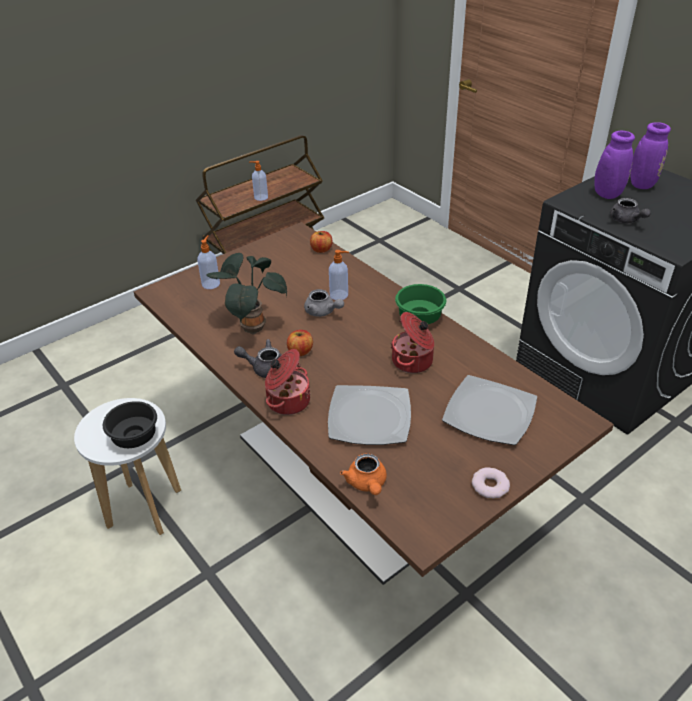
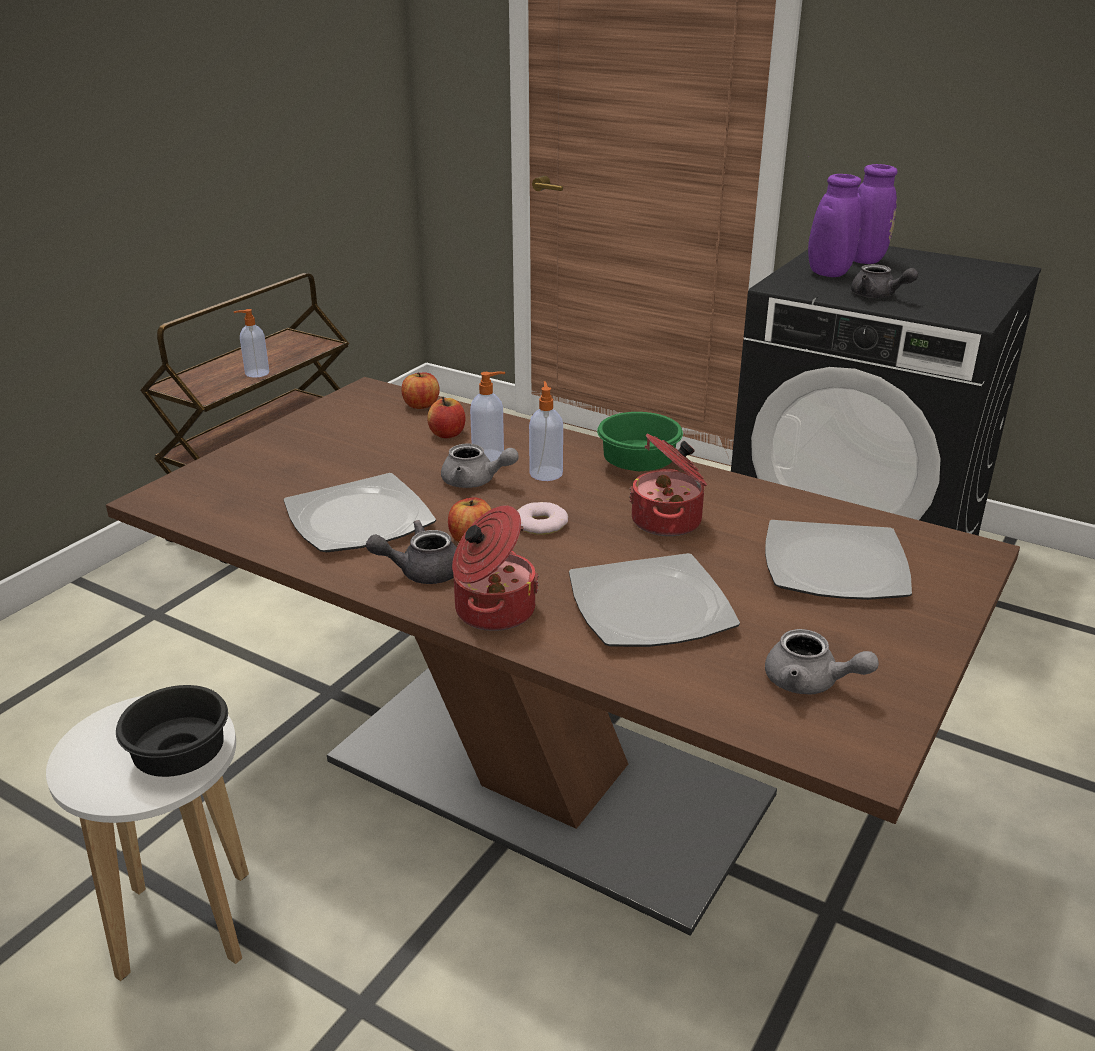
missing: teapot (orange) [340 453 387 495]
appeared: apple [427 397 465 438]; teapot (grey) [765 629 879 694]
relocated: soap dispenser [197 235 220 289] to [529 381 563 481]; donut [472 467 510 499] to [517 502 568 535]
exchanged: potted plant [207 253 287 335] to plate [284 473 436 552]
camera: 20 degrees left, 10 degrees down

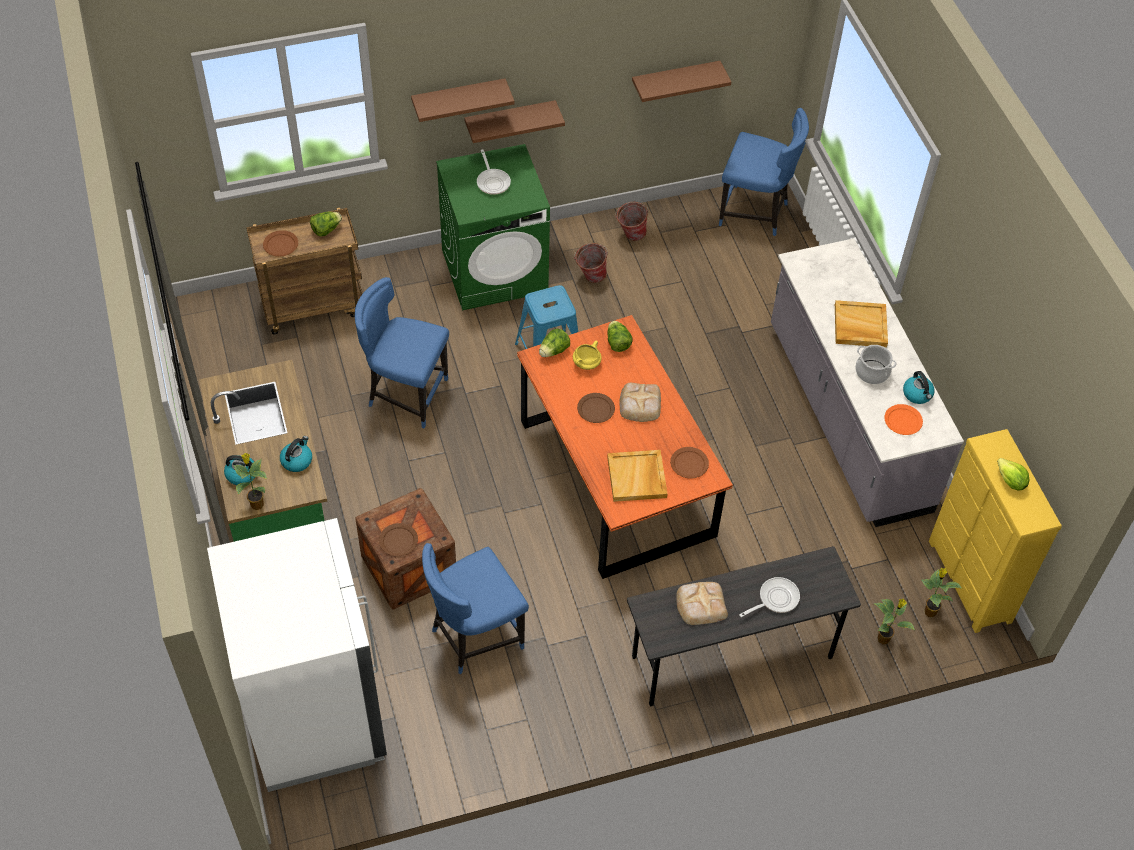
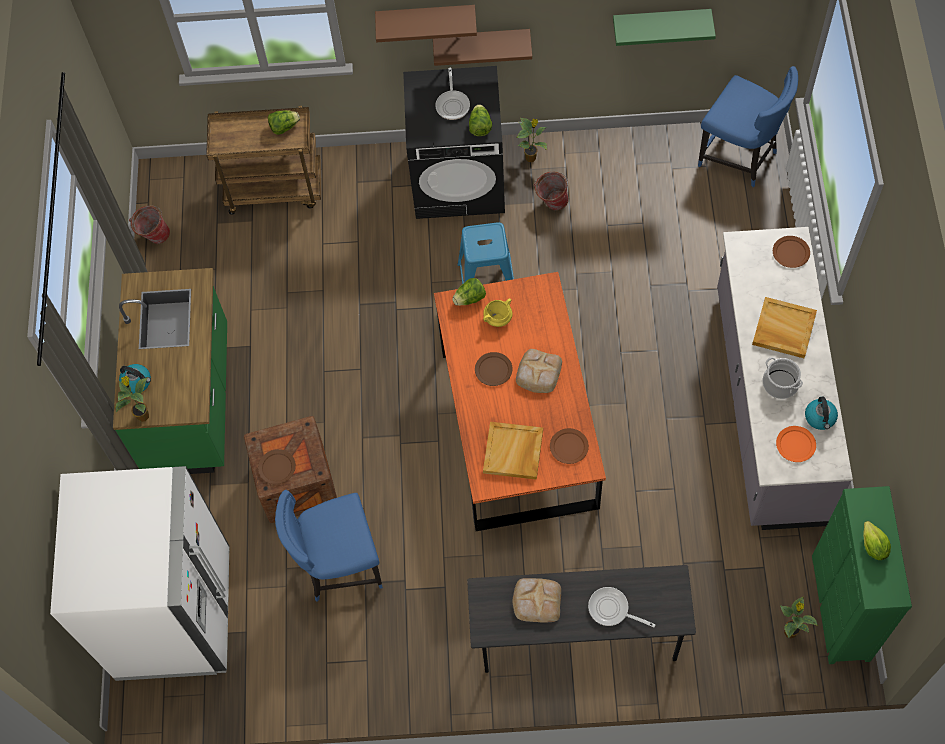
missing: chair (blue) [355 277 449 428]; kettle [280 436 312 472]
relocated: bucket [615 202 648 241] to [129 205 170 244]; plate (brown) [263 230 298 256] to [773 236 810 268]; lettuce [607 321 633 352] to [469 104 492 136]; potted plant [874 599 916 644] to [516 118 547 162]
colour: shelf (brown) [632 61 731 102] to shelf (green) [613 9 716 46]; washing machine (green) [436 144 550 310] to washing machine (black) [403 66 505 219]; dresser (yellow) [929 429 1062 633] to dresser (green) [812 486 912 664]
spun: frying pan [739 577 800 617] = [588 587 656 627] 135 degrees counterclockwise
camera: 20 degrees right, 10 degrees up

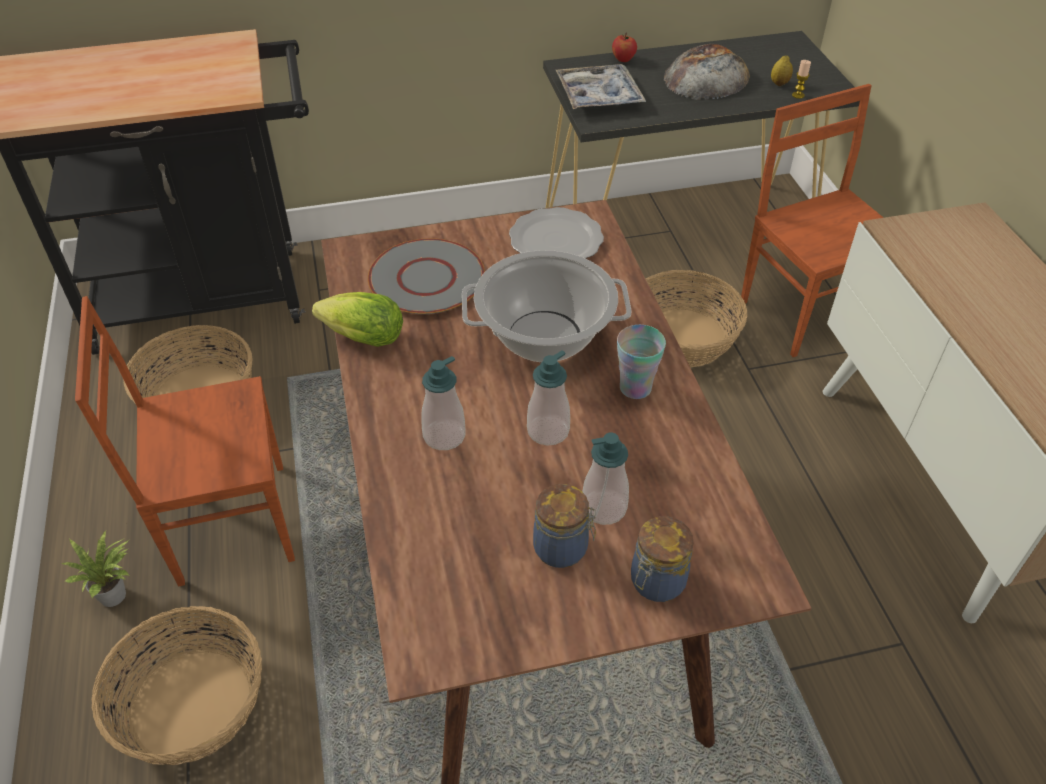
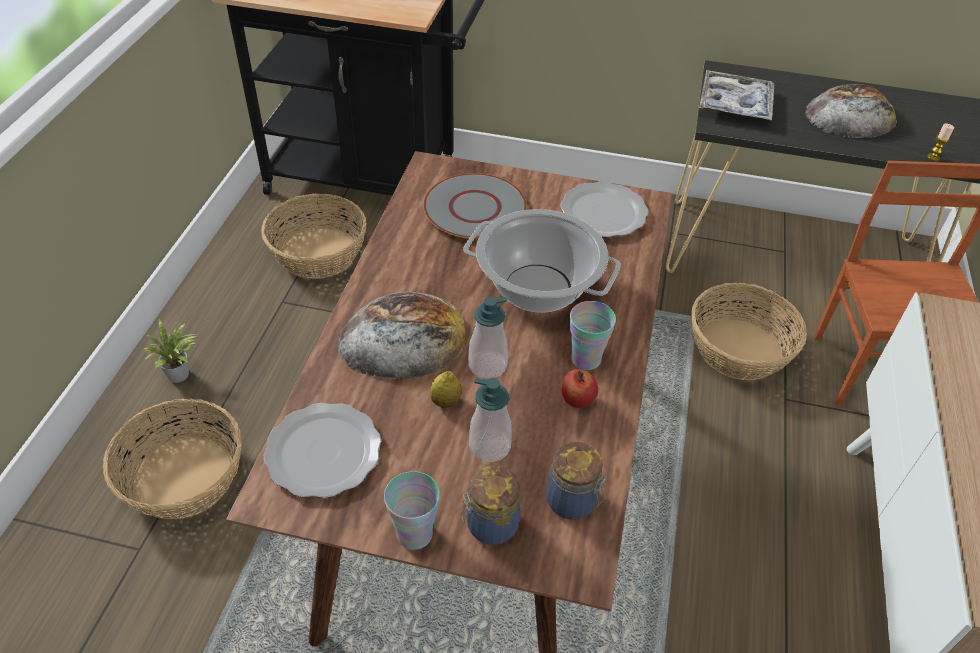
missing: lettuce [312 292 403 347]; chair (brown) [75 296 295 586]
appeared: plate [264 403 381 498]; cup [384 471 440 550]
relocated: apple [612 33 637 62] to [561 369 598 408]; lemon [771 55 793 86] to [430 371 462 408]; jar [533 484 596 568] to [546 442 606 520]
exchanged: soap dispenser [421 356 465 450] to bread [338 292 466 379]
camera: 25 degrees right, 0 degrees up

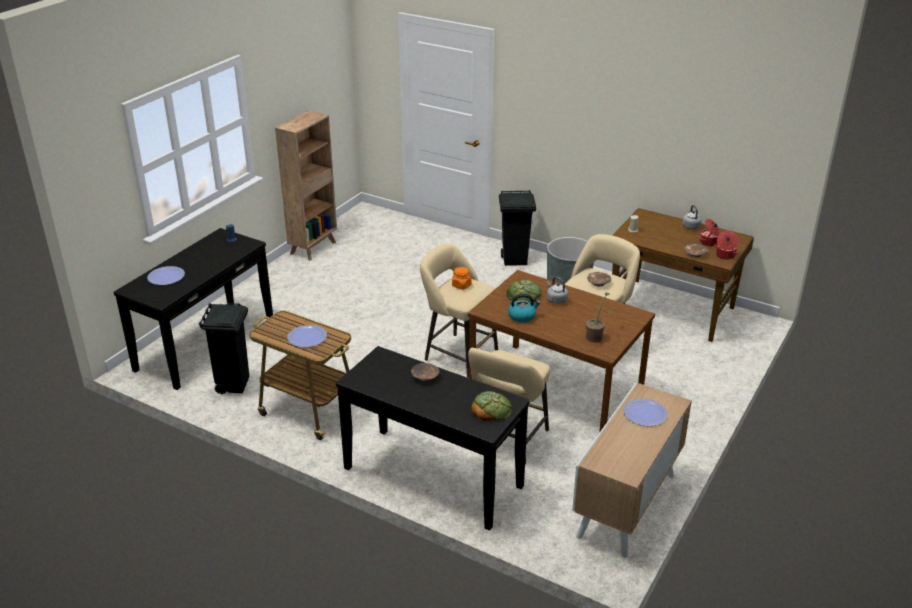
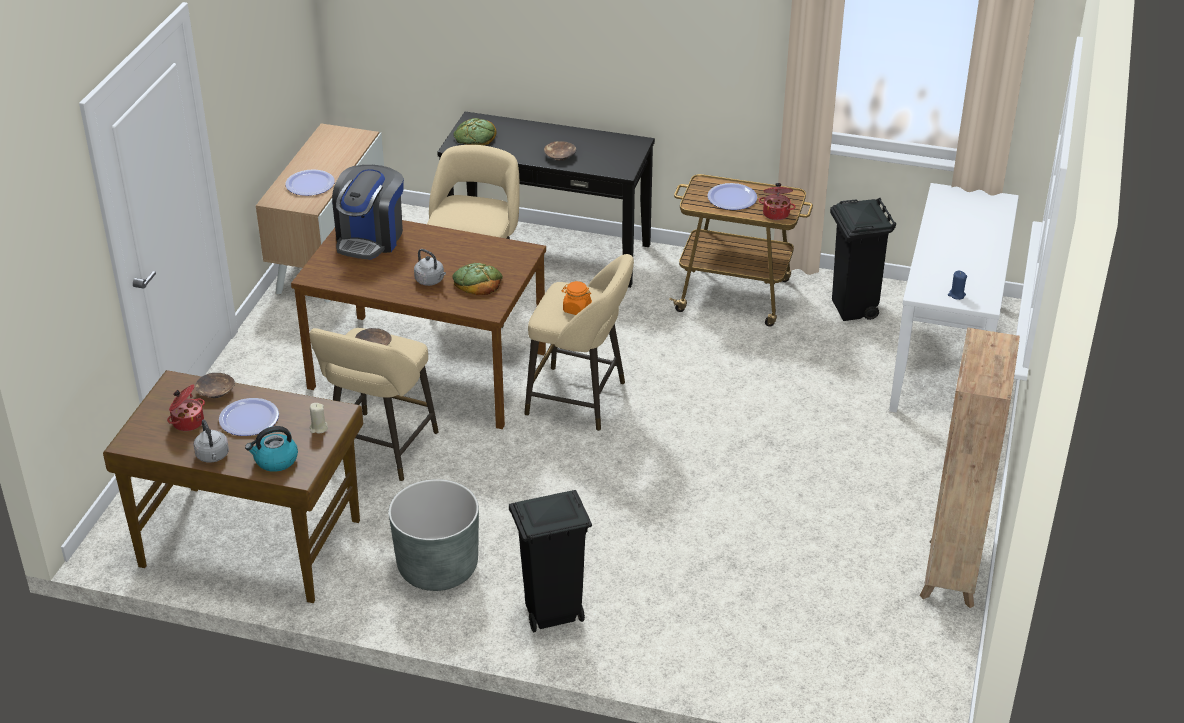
relocated: cooking pot [714 231 739 260] to [759 183 796 220]; plate [147 266 185 285] to [219 398 279 436]; kettle [508 294 540 323] to [245 426 298 472]
exchanged: potted plant [586 292 610 342] to coffee machine [332 165 404 260]
colour: console table (black) [114 228 273 390] to console table (white) [889 183 1019 413]
camera: 165 degrees right, 5 degrees up

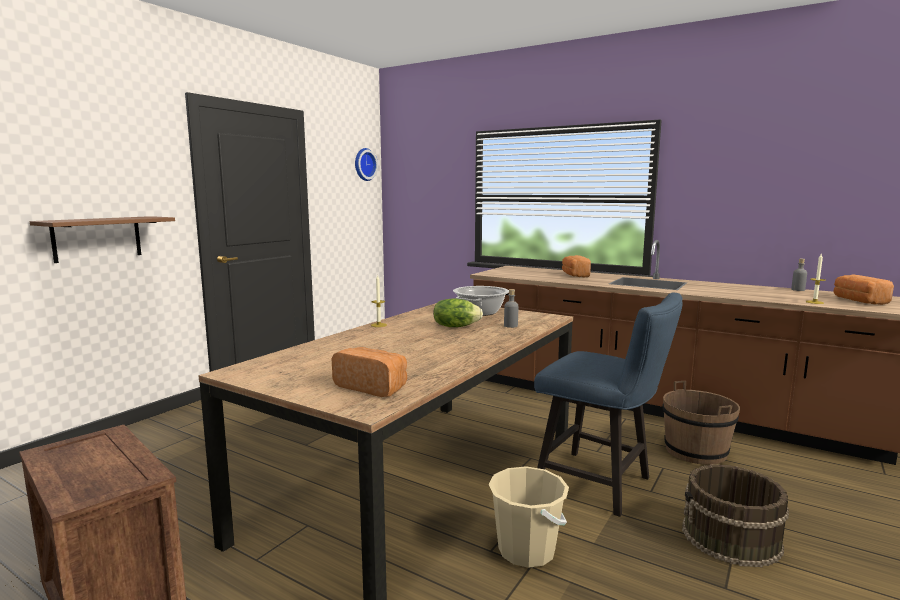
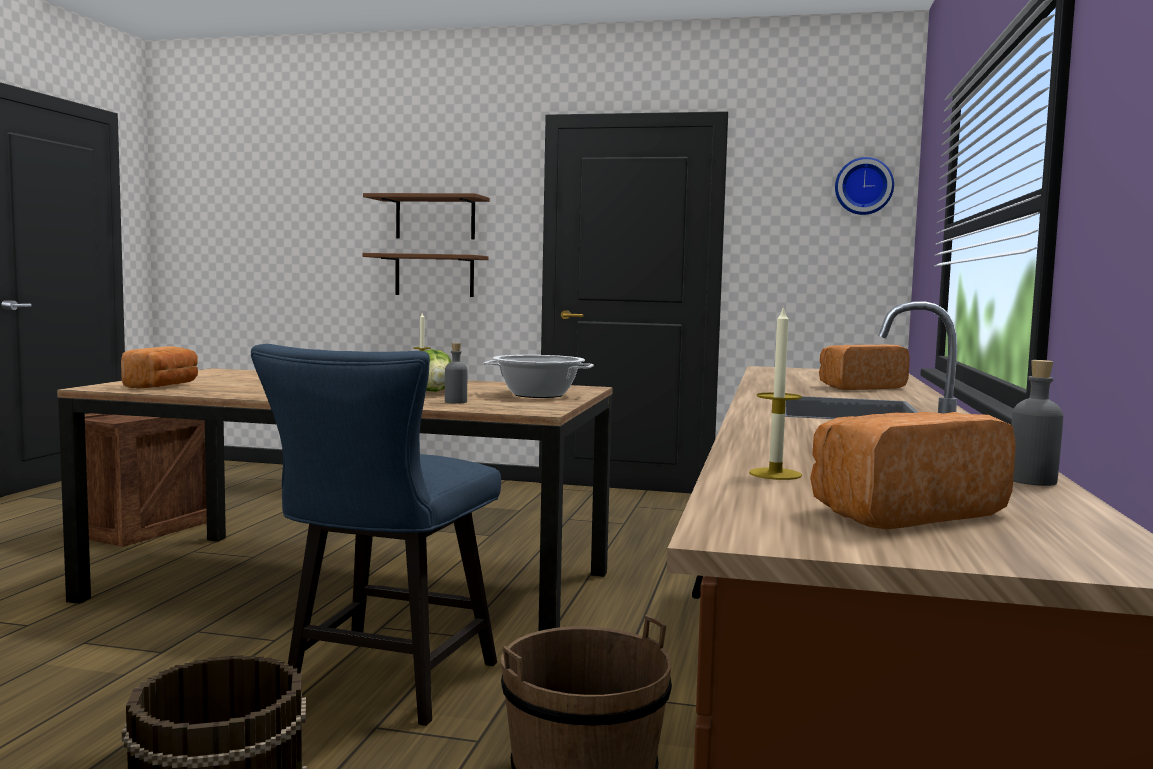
missing: bucket (beige) [488 466 569 568]
appeared: shelf (brown) [363 193 490 239]
camera: 70 degrees right, 5 degrees down

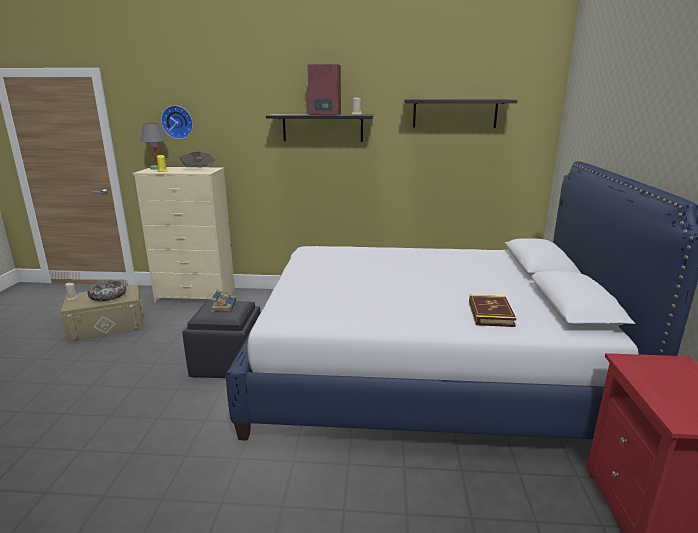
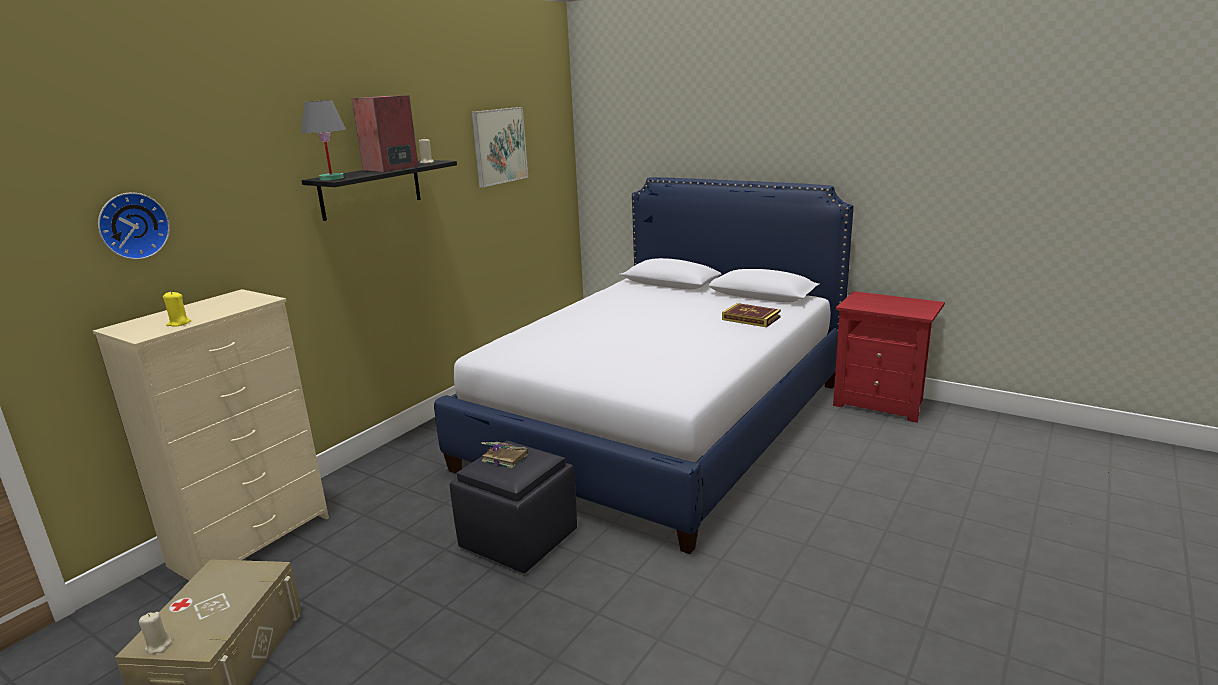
missing: newspaper [179 152 215 168]; bowl [87 280 126 301]
relocated: table lamp (grey) [140 123 167 170] to [301 100 346 180]
exchanged: shelf (black) [404 99 517 128] to picture [472 107 528 188]
camera: 60 degrees left, 0 degrees up

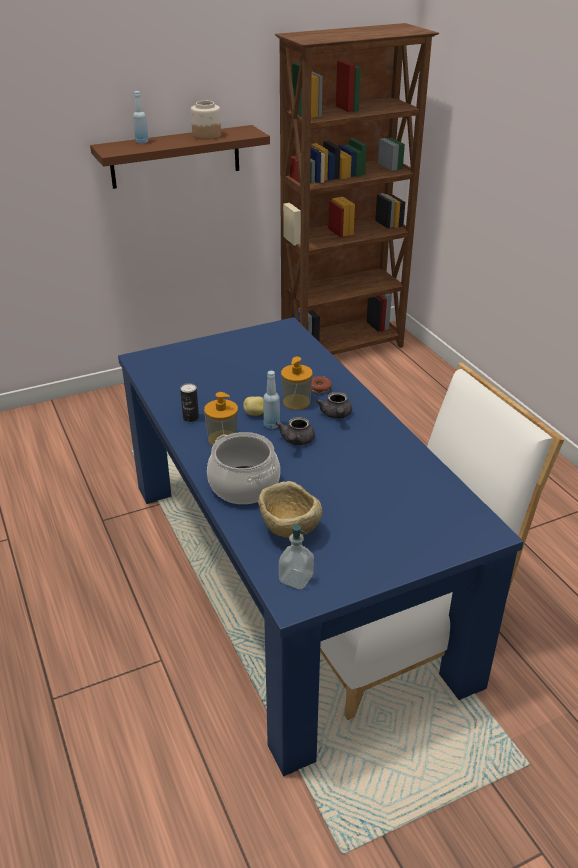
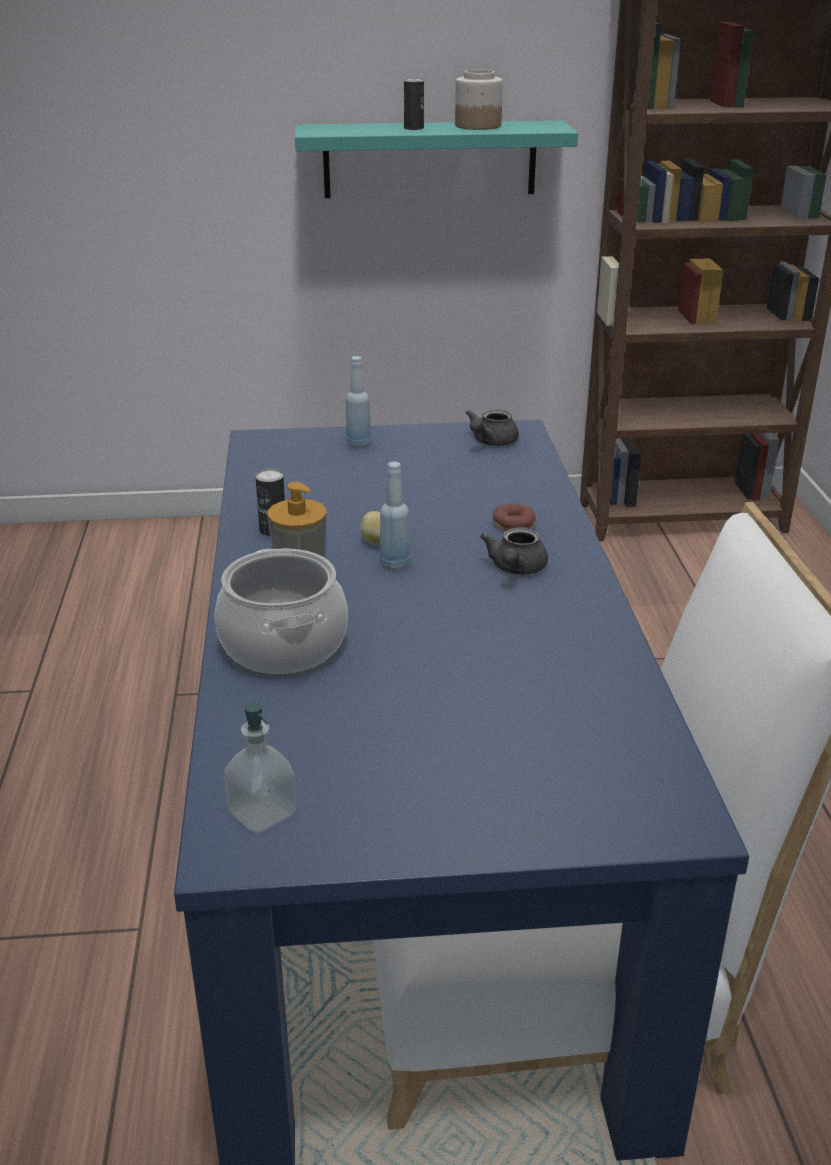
missing: soap dispenser [281 357 313 410]; bowl (beige) [258 481 322 538]
appeared: can [404 78 424 130]
relocated: bottle (blue) [133 91 148 144] to [346 356 371 447]; teapot (grey) [275 417 315 445] to [466 409 519 446]
colour: shelf (brown) [90 125 270 189] to shelf (turquoise) [295 121 578 198]
camera: 20 degrees right, 5 degrees down

